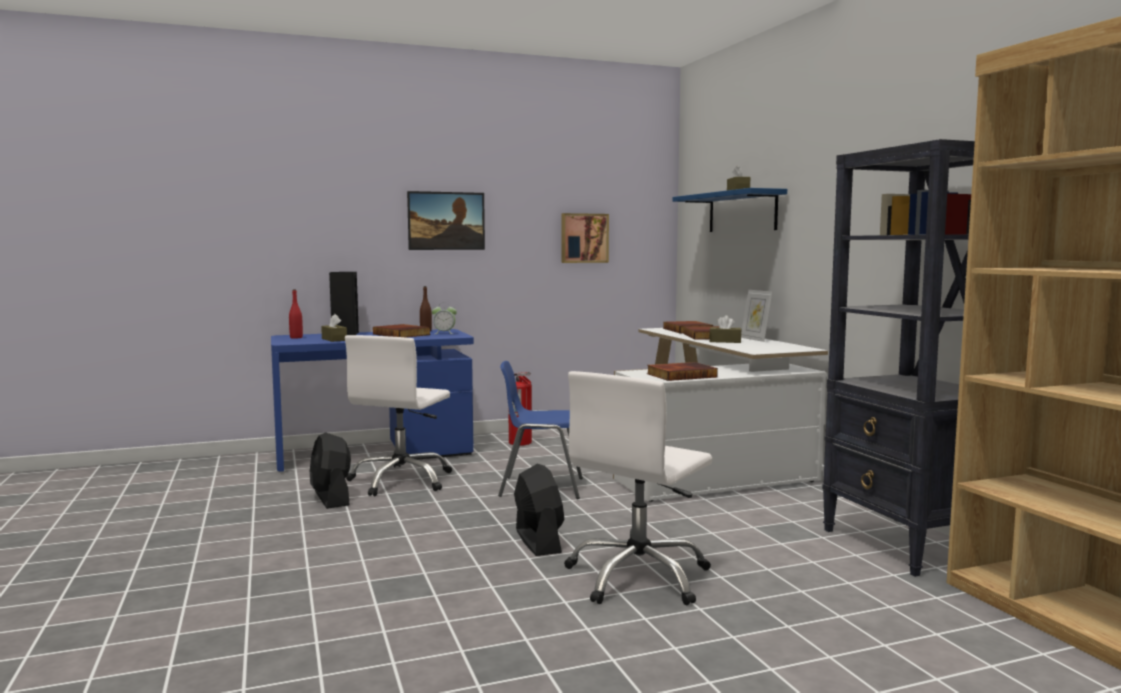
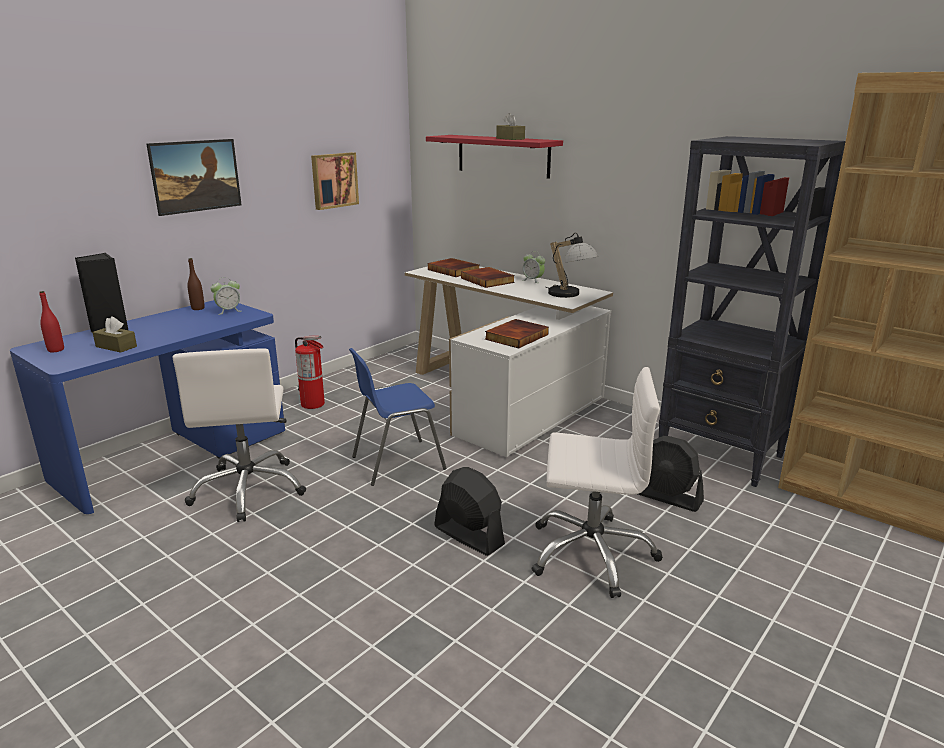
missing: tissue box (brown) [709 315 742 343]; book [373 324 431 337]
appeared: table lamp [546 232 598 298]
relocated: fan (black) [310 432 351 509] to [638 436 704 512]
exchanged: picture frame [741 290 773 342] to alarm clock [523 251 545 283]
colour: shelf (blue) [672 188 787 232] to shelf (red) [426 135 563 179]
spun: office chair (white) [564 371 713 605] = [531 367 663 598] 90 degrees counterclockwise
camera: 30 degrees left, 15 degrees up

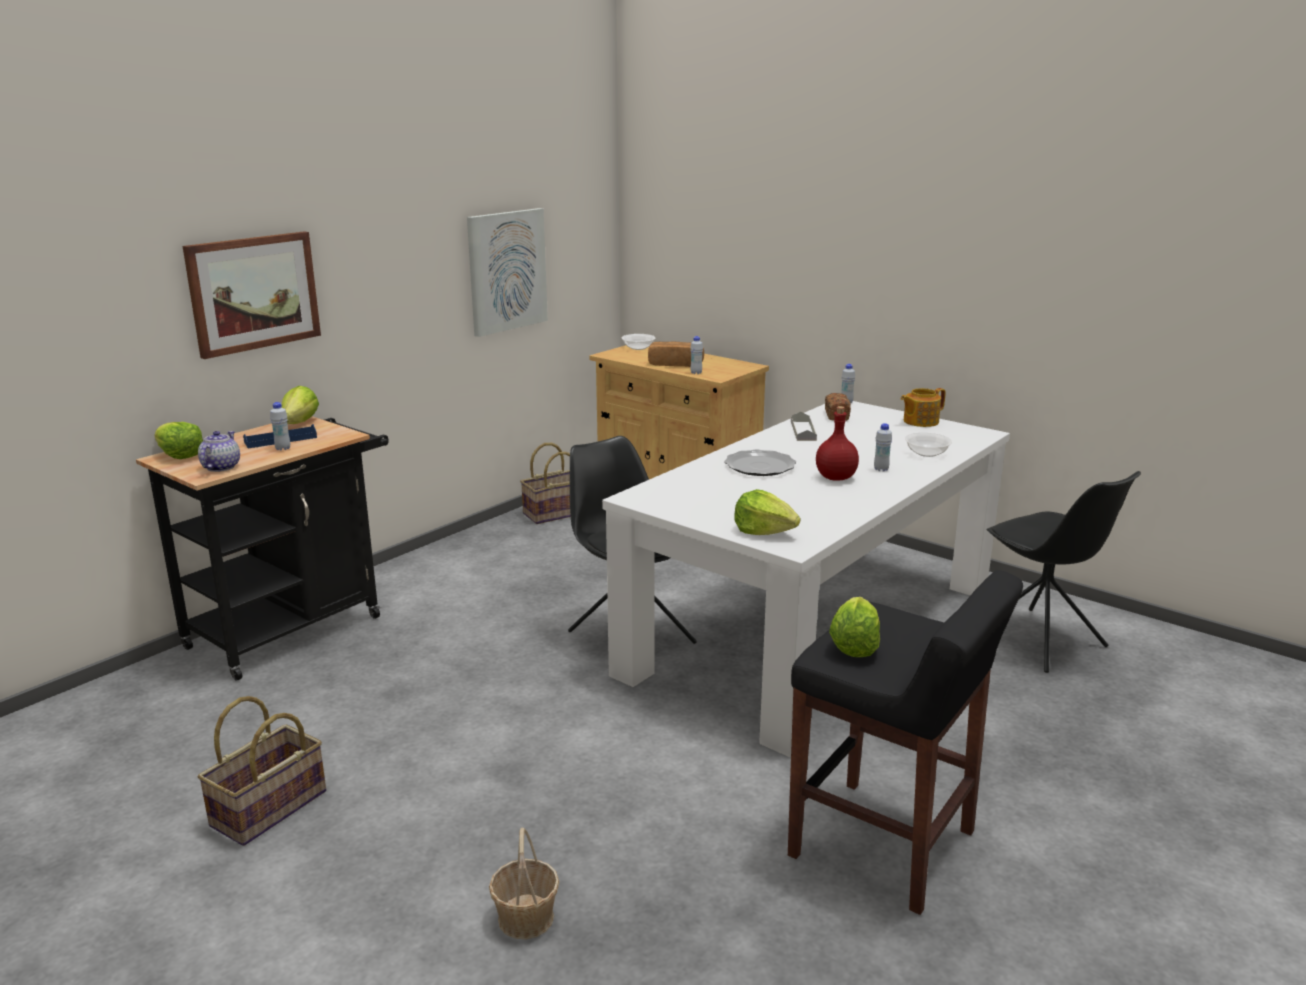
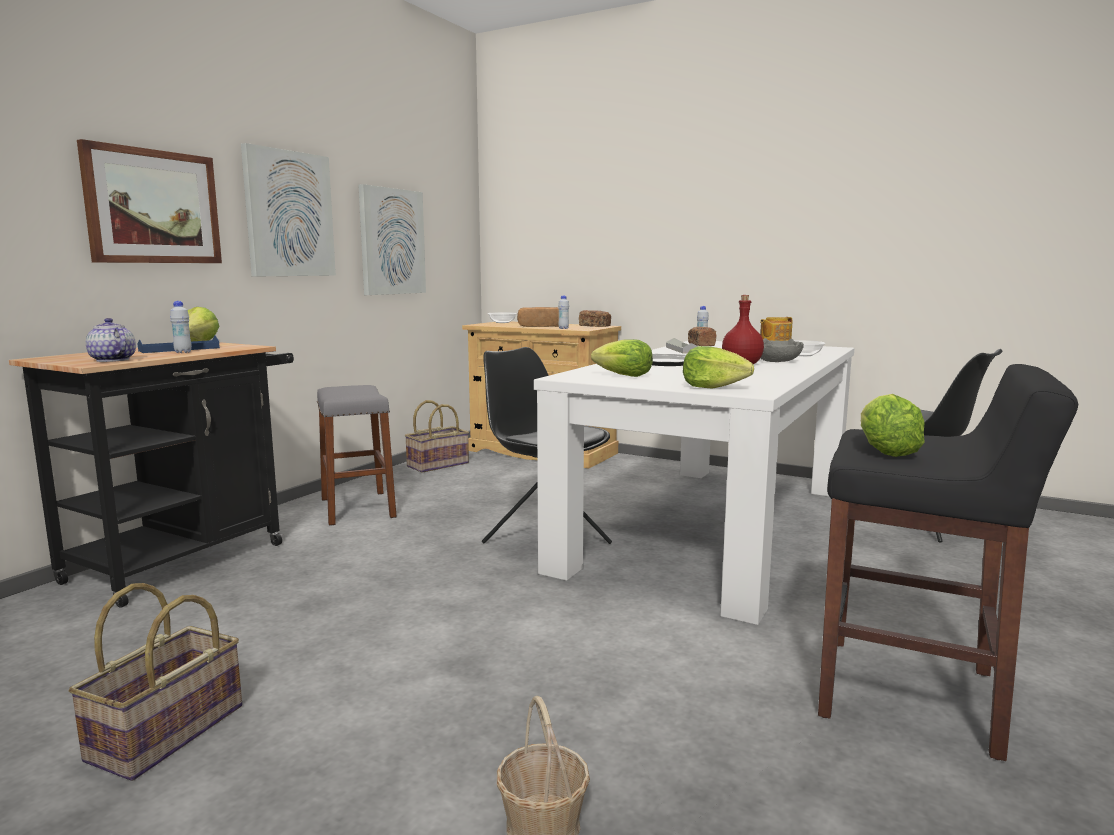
appeared: picture [241 143 336 276]; bread [579 310 611 327]; stool (grey) [317 385 397 526]
relocated: lettuce [154 422 203 459] to [591 339 653 377]
exchanged: bottle (white) [874 423 892 472] to bowl (grey) [760 338 804 362]
spun: teapot [198 431 240 472] = [86 318 136 362] 45 degrees counterclockwise
camera: 10 degrees left, 10 degrees down

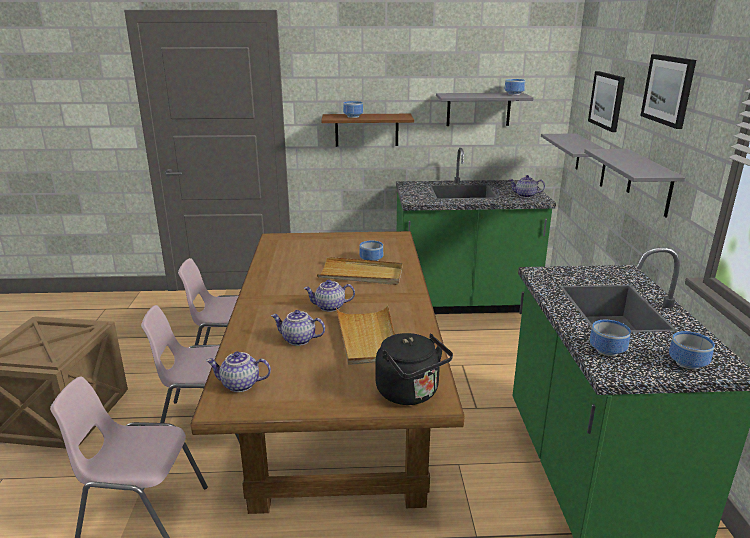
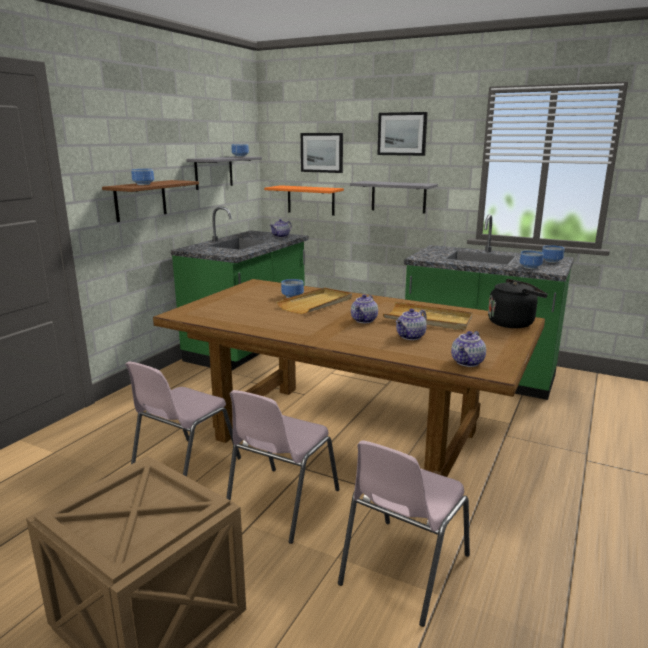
colour: shelf (grey) [541 133 605 187] to shelf (orange) [264 185 344 216]
camera: 60 degrees left, 5 degrees down

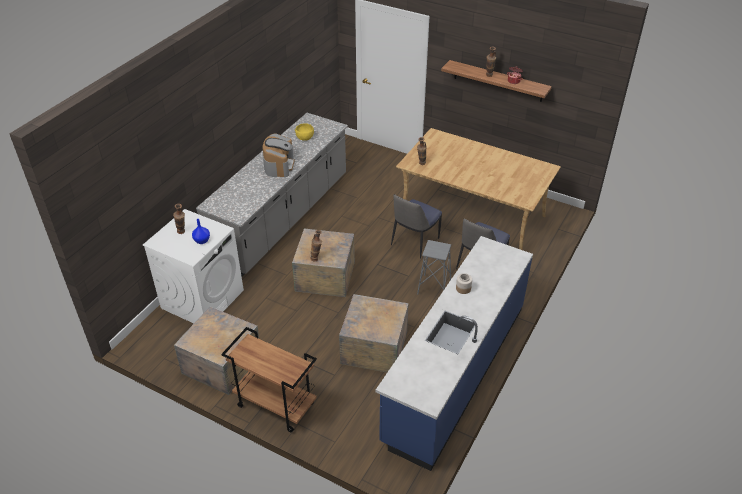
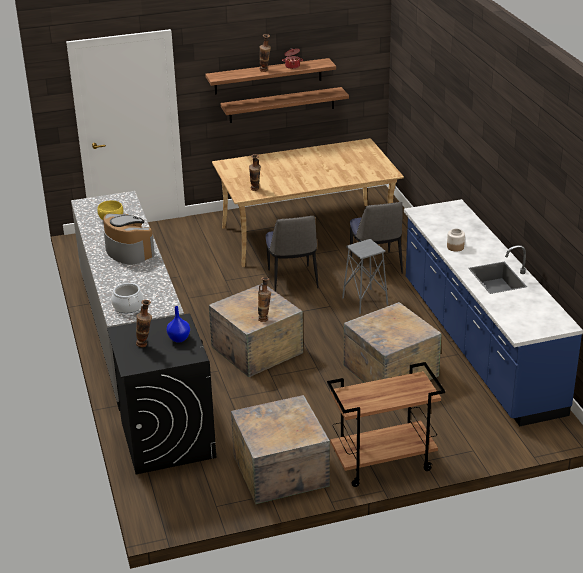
appeared: shelf [220 87 349 123]; cooking pot [111 281 144 313]
colour: washing machine (white) [143 209 244 323] to washing machine (black) [107 314 216 475]
camera: 45 degrees left, 10 degrees down

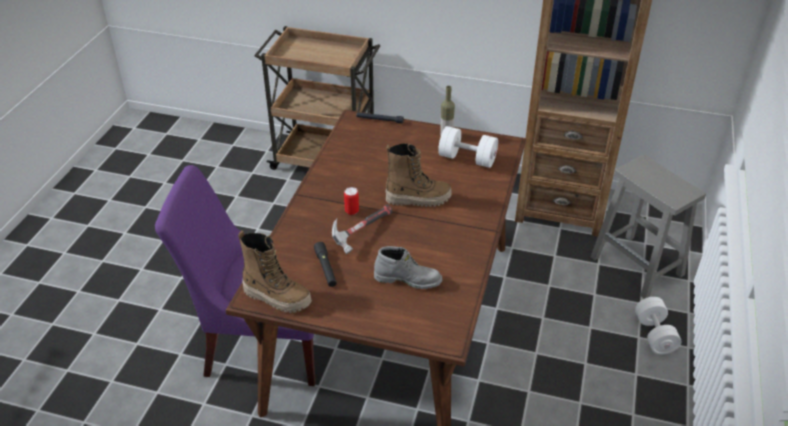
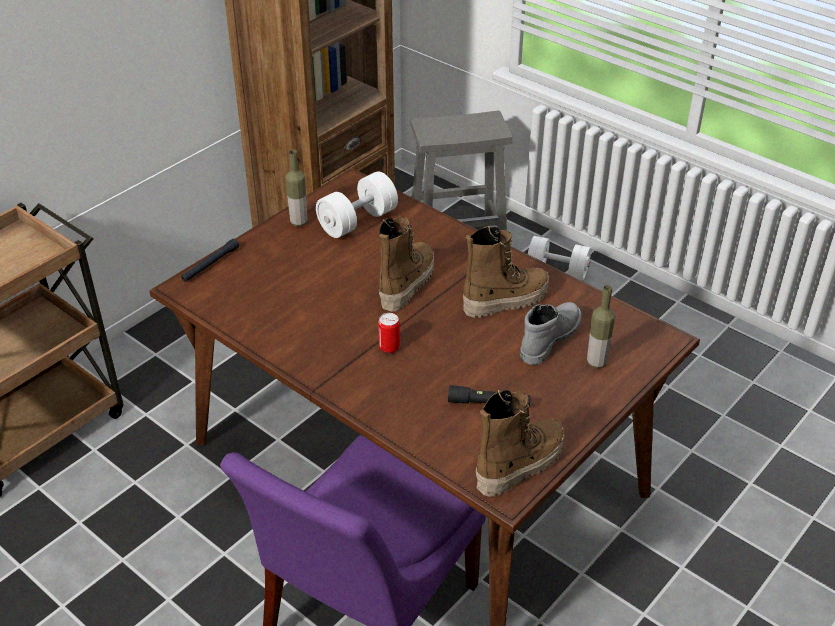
missing: hammer [332 205 392 254]
appeared: boot [463 226 549 318]; bottle [587 285 616 369]
camera: 65 degrees left, 0 degrees up

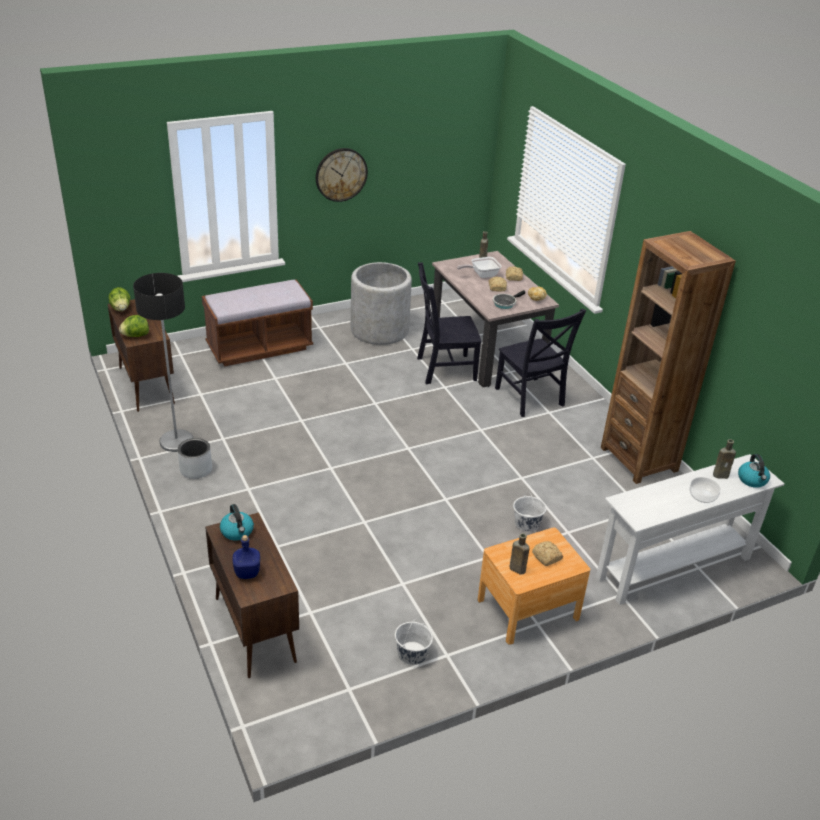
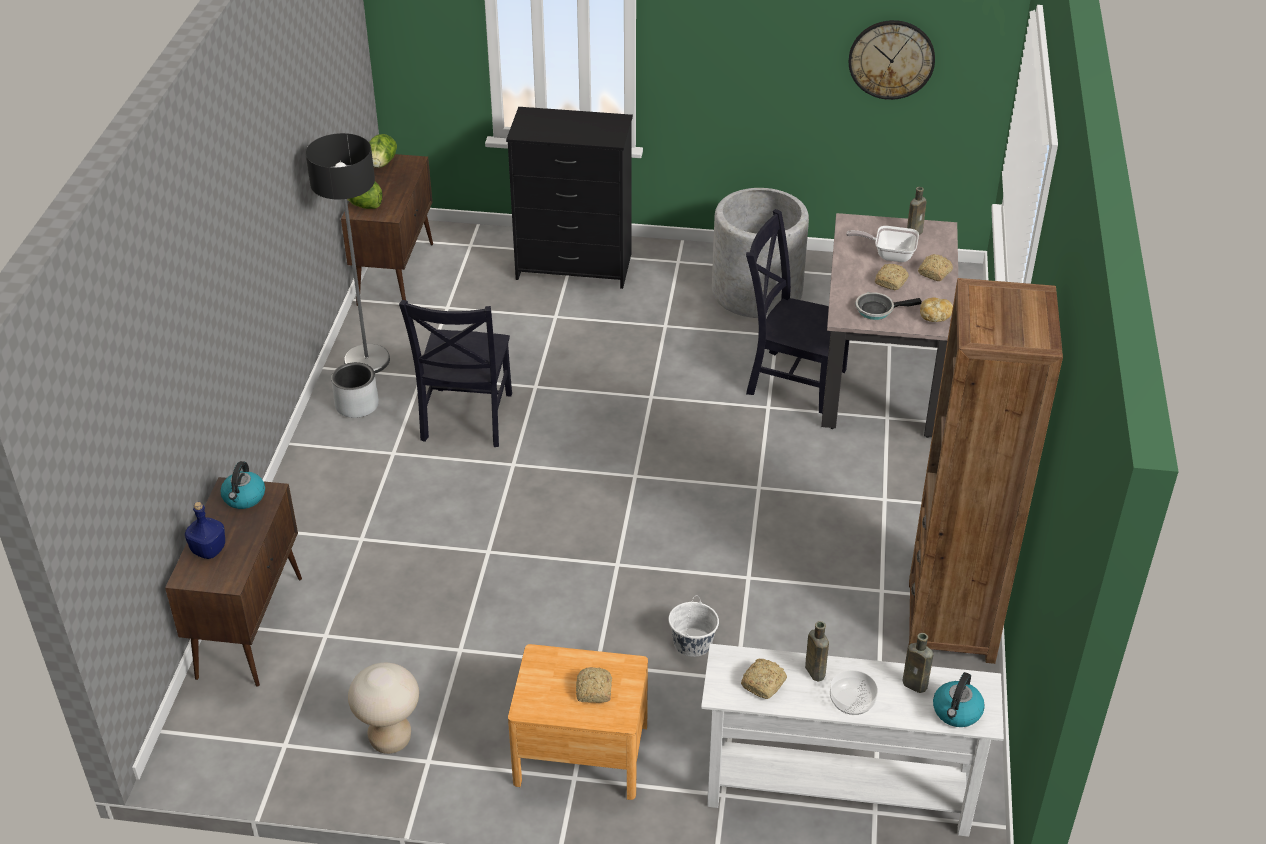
appeared: bread [741 658 787 699]
relocated: wall clock [316 148 368 202] to [849 20 935 100]; chair (black) [495 309 586 417] to [399 300 512 447]; bottle (brown) [510 533 530 575] to [805 621 829 681]
exchanged: bench (brown) [202 279 313 367] to dresser (black) [506 107 633 289]; bucket (white) [395 618 433 665] to stool (beige) [348 663 419 754]
camera: 35 degrees right, 5 degrees up

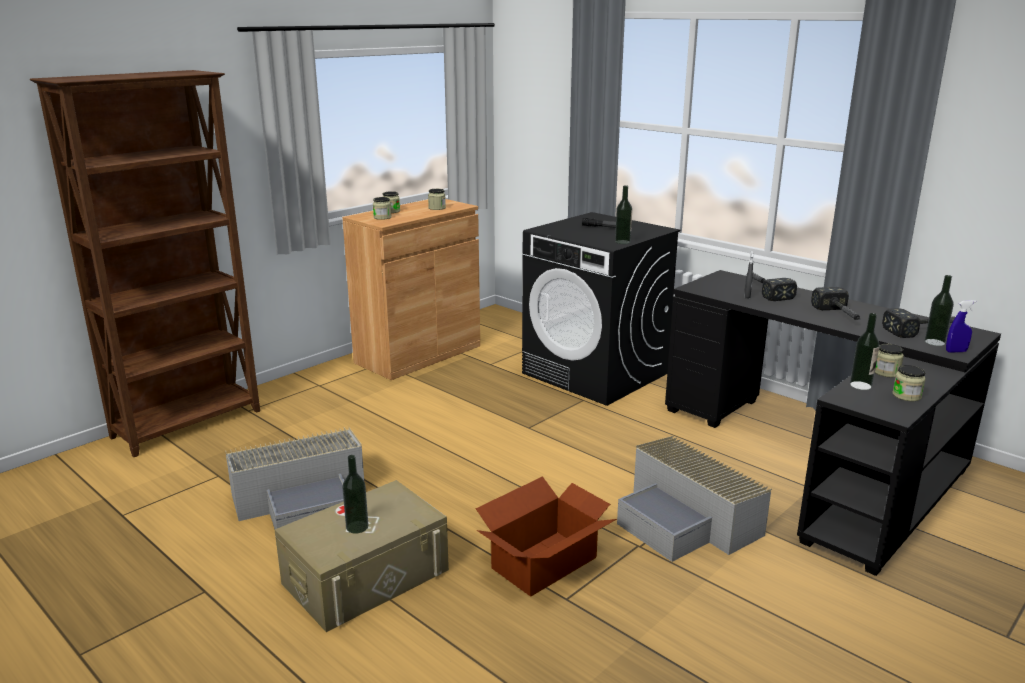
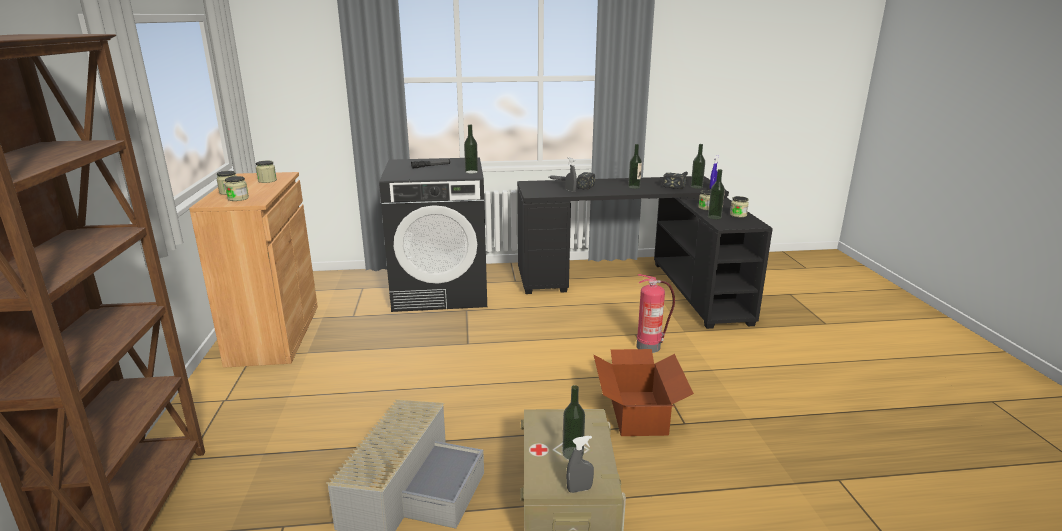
appeared: spray bottle (grey) [566 436 594 493]
exchanged: hammer [811 287 861 320] to bottle [628 144 642 189]; storage box (grey) [617 436 772 562] to fire extinguisher [637 274 675 353]
camera: 50 degrees left, 0 degrees up

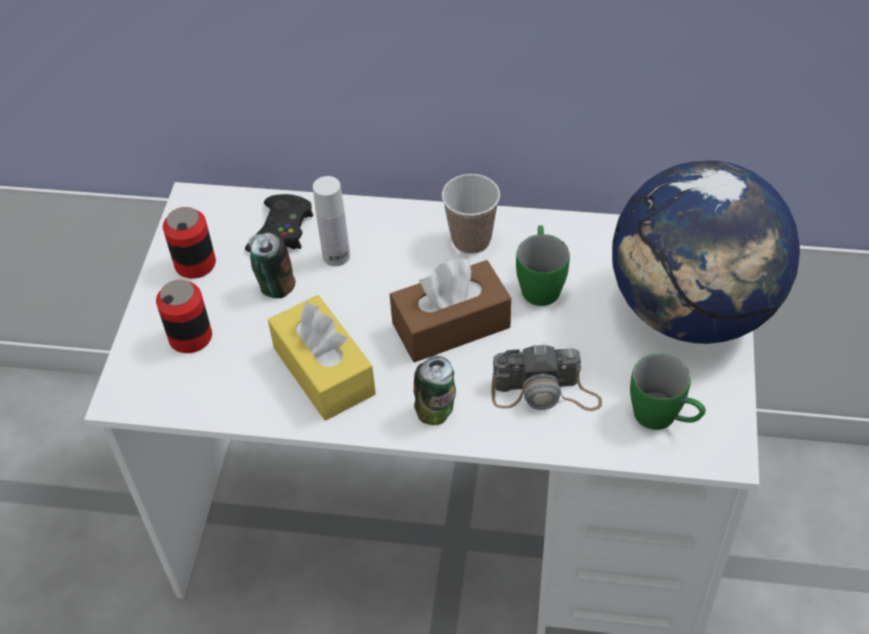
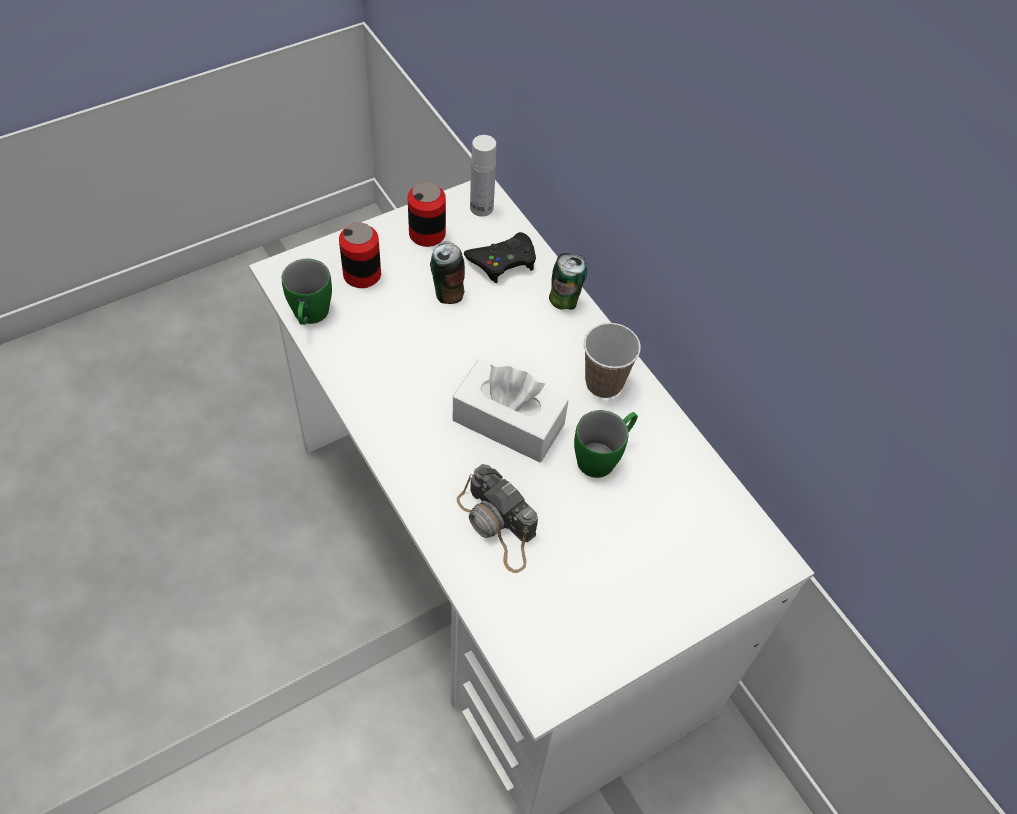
missing: globe [612 160 800 344]; tissue box (yellow) [268 295 376 420]
relocated: bottle (white) [313 176 350 266] to [470 135 496 217]; mug (green) [630 354 706 430] to [282 259 332 325]; can [414 356 456 425] to [549 253 587 310]
colour: tissue box (brown) [390 257 511 362] to tissue box (white) [453 359 568 462]
camera: 45 degrees right, 5 degrees up

